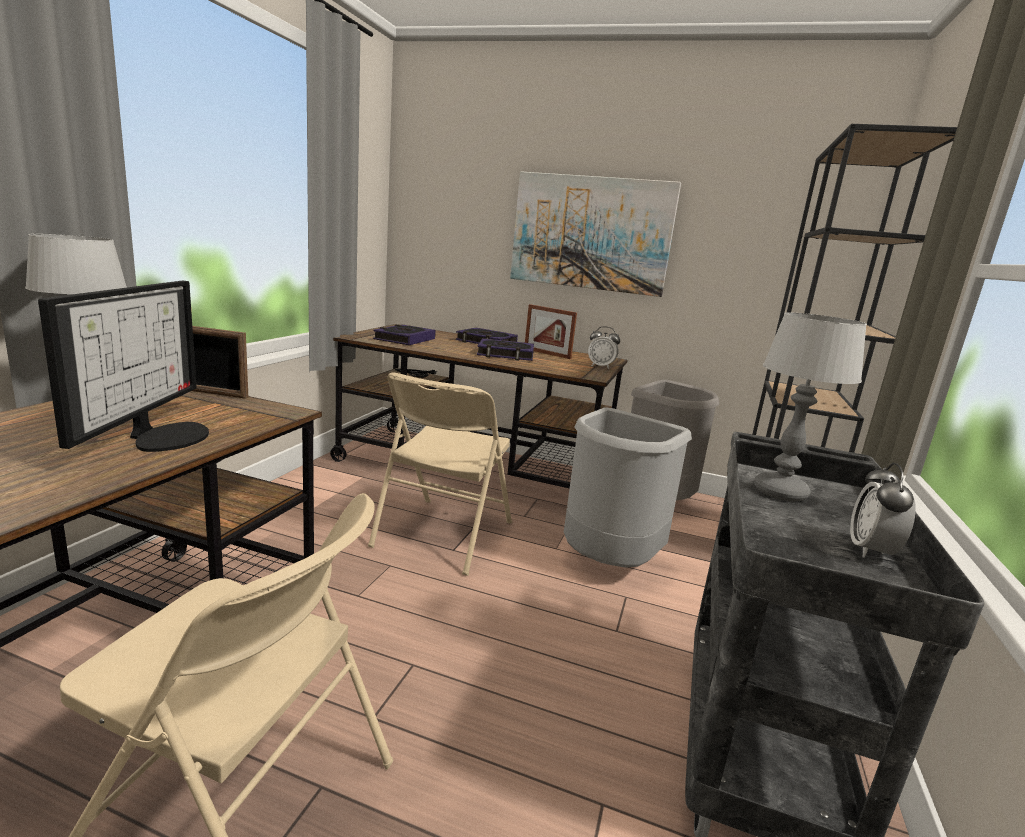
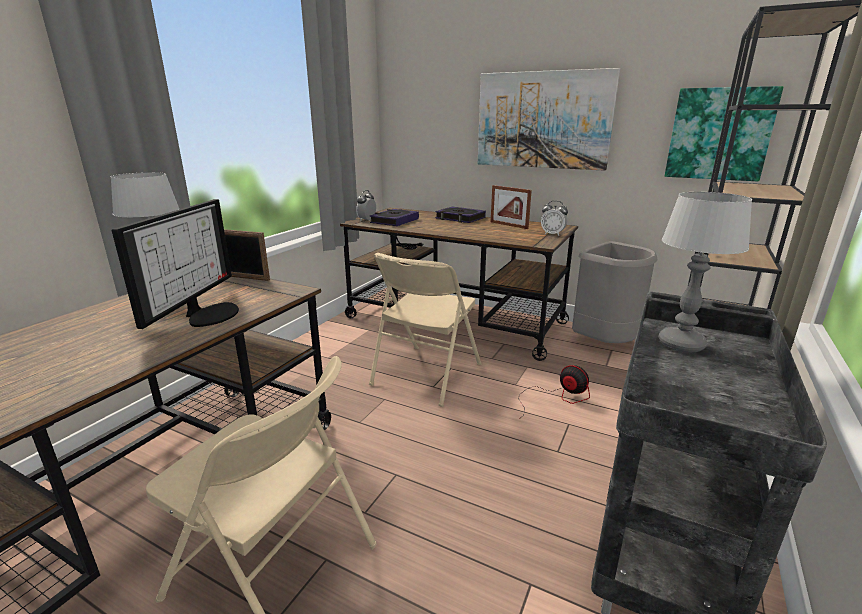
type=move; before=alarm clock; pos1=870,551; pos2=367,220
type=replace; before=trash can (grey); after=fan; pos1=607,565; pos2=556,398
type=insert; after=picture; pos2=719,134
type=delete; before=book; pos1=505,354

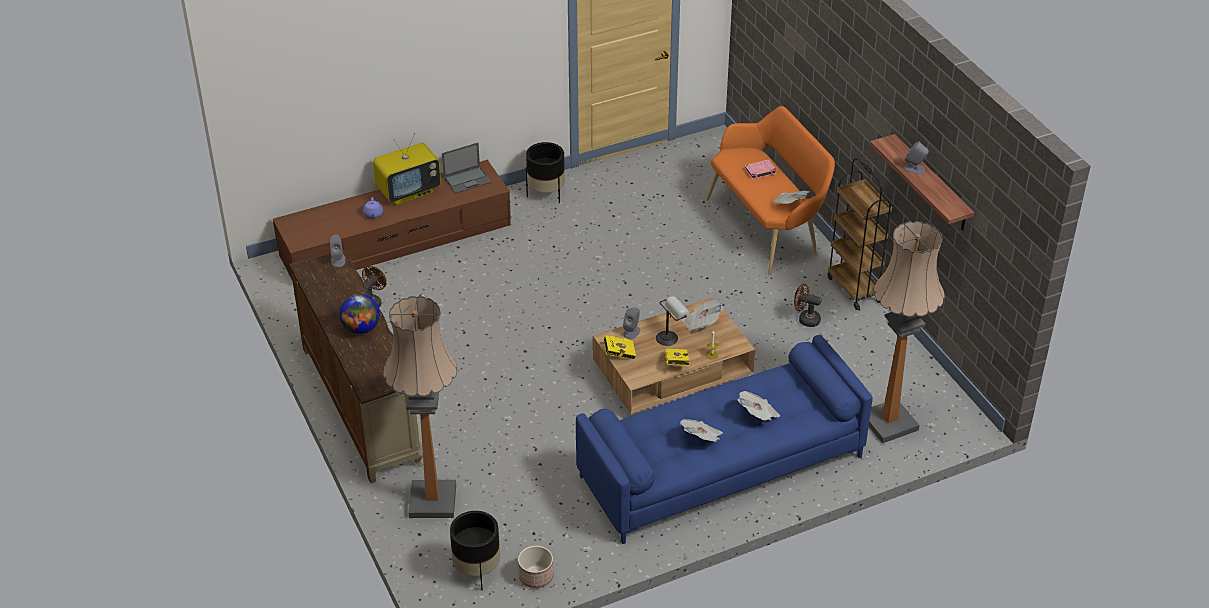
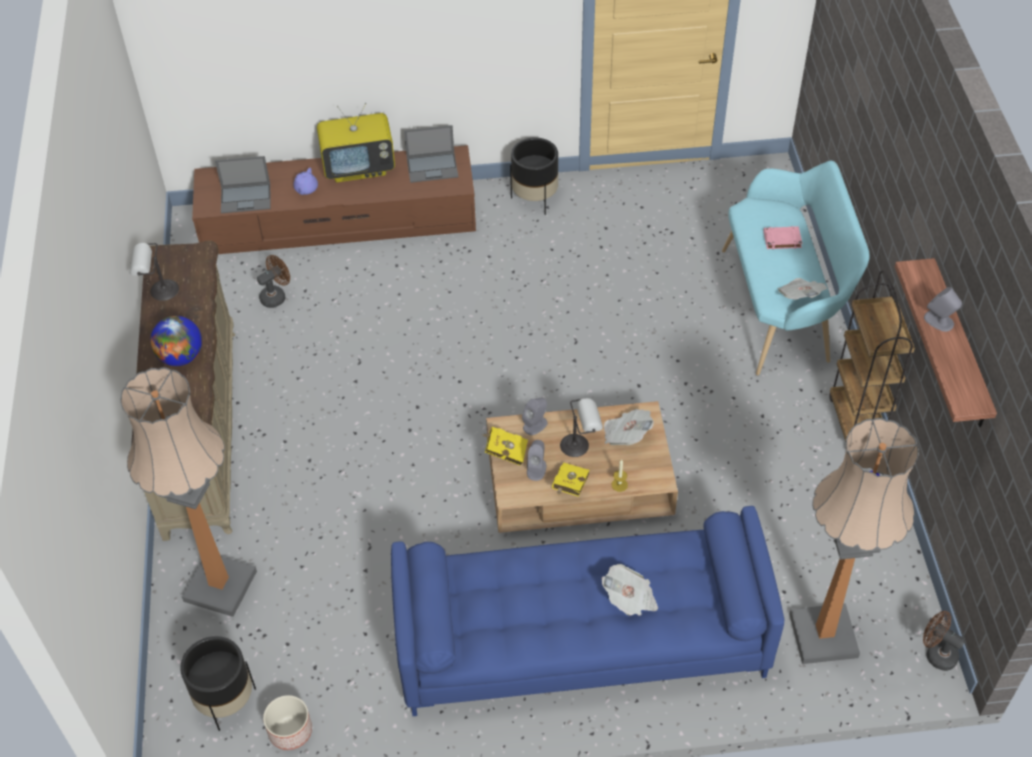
type=insert; after=table lamp; pos2=158,291
type=insert; after=laptop; pos2=246,198
type=move; before=speaker (grey); pos1=338,260; pos2=536,469
type=recolor; before=bench (orange); after=bench (turquoise); pos1=767,227; pos2=782,307
type=move; before=fan (brown); pos1=805,319; pos2=936,653
type=delete; before=newspaper; pos1=702,438

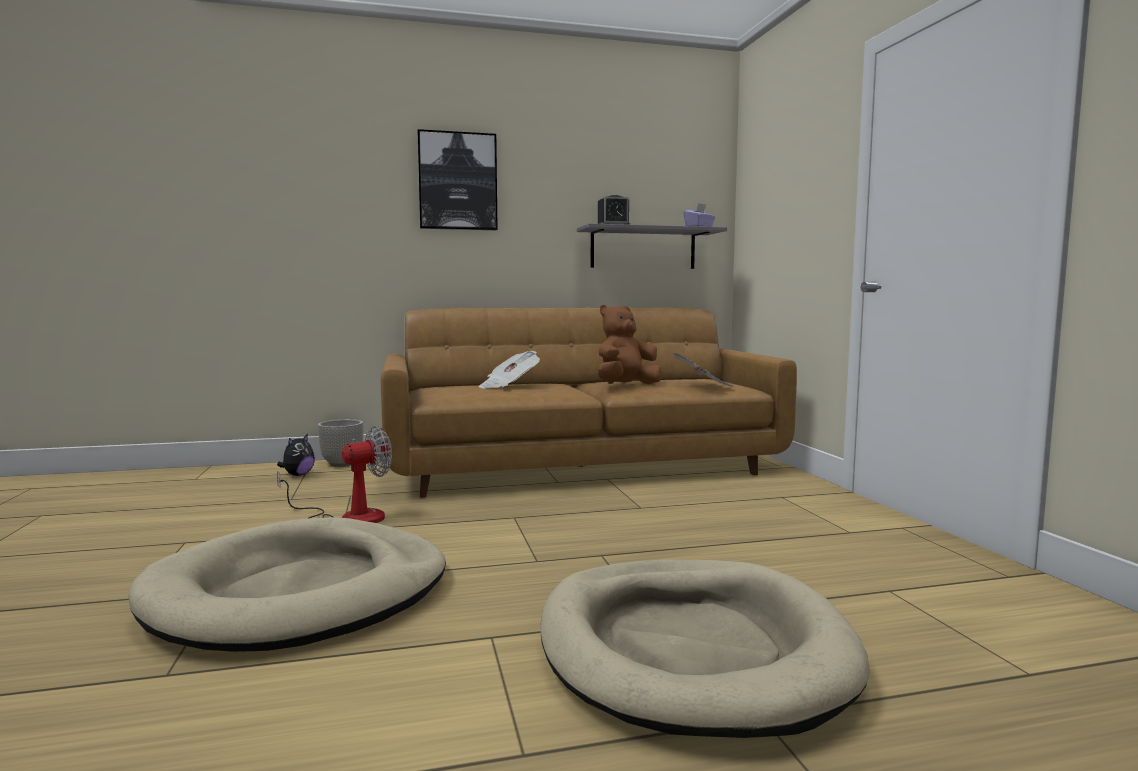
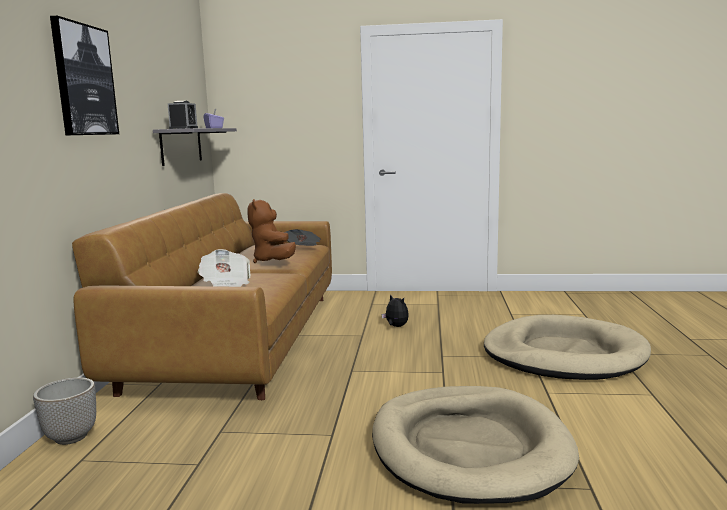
type=move; before=plush toy; pos1=298,475; pos2=396,326
type=delete; before=fan; pos1=349,517

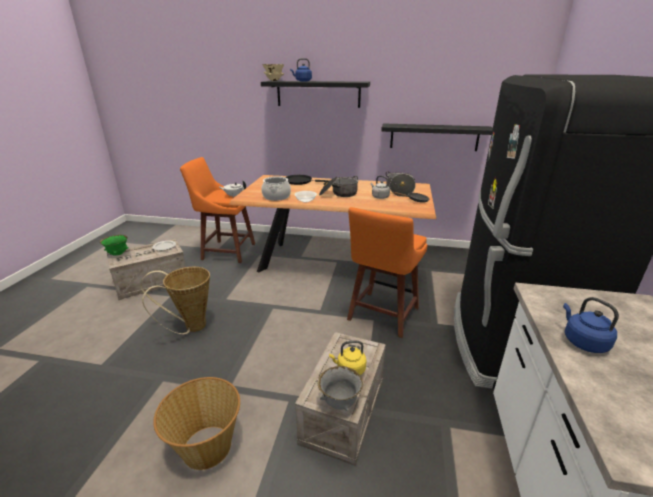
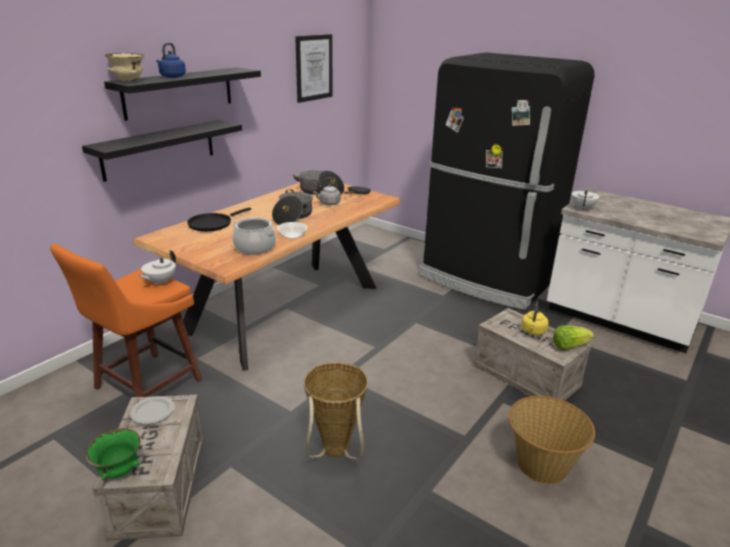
type=move; before=shelf (black); pos1=434,137; pos2=159,149
type=insert; after=picture; pos2=314,68
type=replace; before=bowl (grey); after=lettuce; pos1=339,402; pos2=569,346
type=insert; after=teapot (white); pos2=582,208
type=delete; before=stool (orange); pos1=382,315
type=delete; before=kettle (blue); pos1=583,341

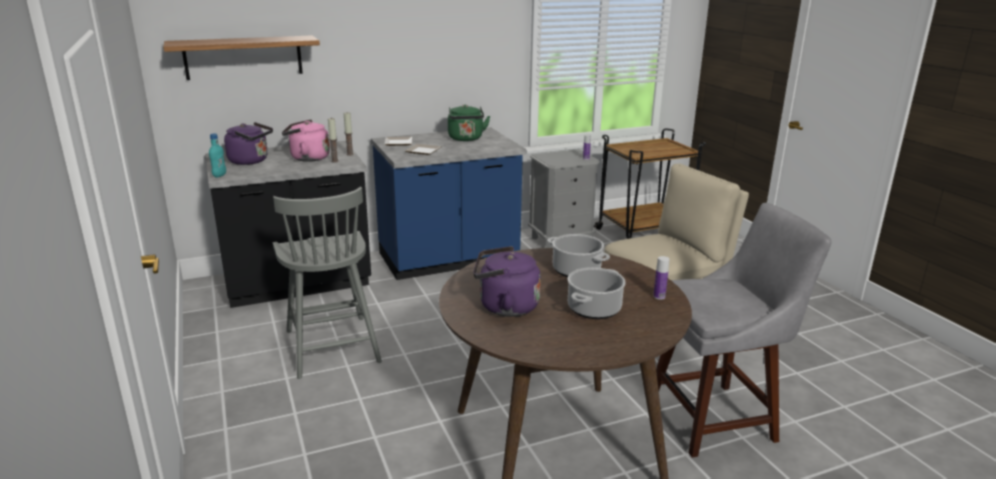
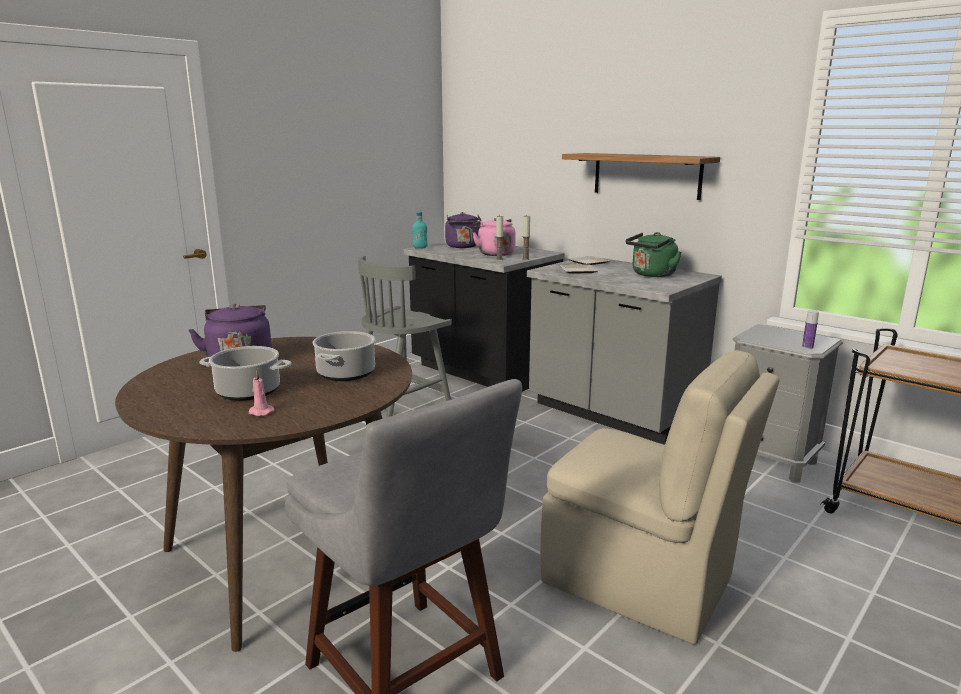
type=insert; after=candle (pink); pos2=260,412
type=recolor; before=counter (blue); after=counter (grey); pos1=449,259; pos2=613,413
type=move; before=shelf; pos1=243,57; pos2=646,175
type=delete; before=bottle; pos1=659,296

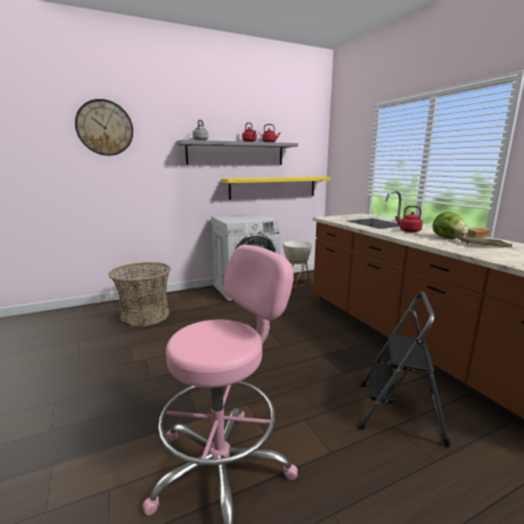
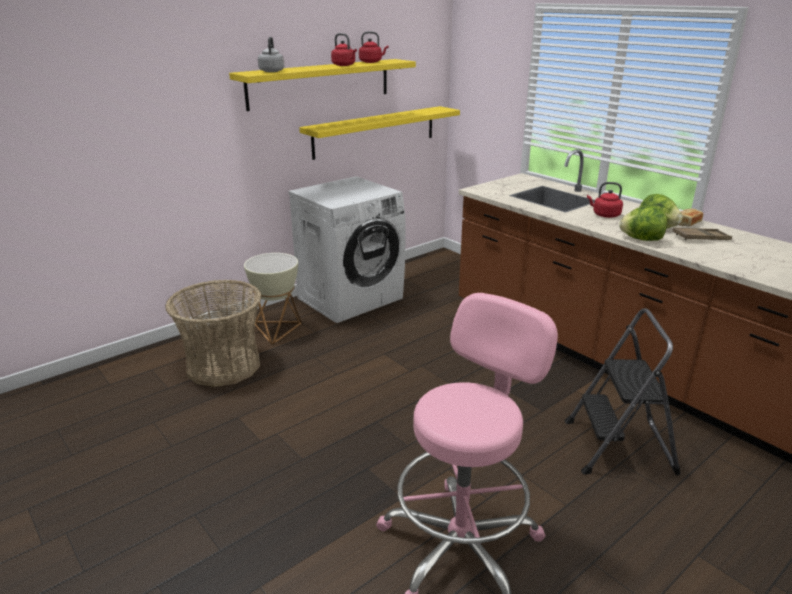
type=recolor; before=shelf (grey); after=shelf (yellow); pos1=236,153; pos2=320,83
type=move; before=planter; pos1=296,283; pos2=277,330
type=insert; after=lettuce; pos2=641,239
type=delete; before=wall clock; pos1=105,128

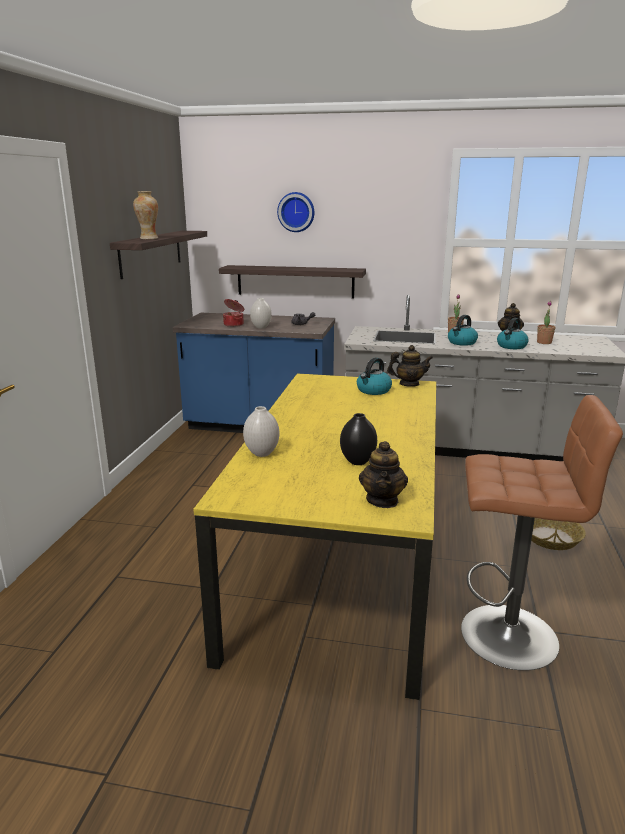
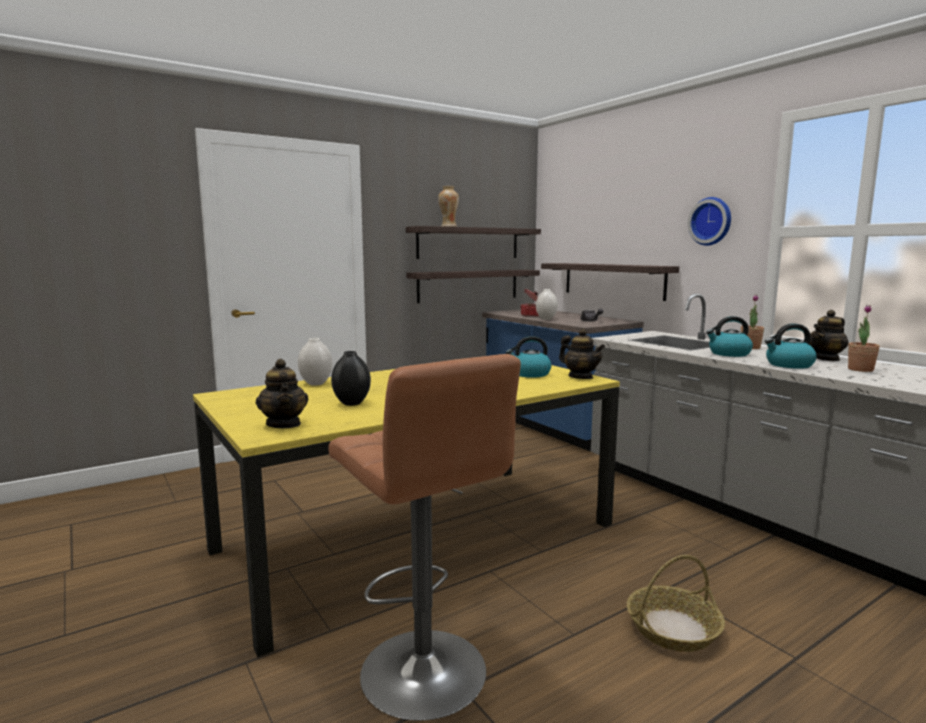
type=rotate; before=teapot; pos1=382,500; pos2=284,424; turn=-75
type=insert; after=shelf; pos2=468,285
type=move; before=wall clock; pos1=296,212; pos2=711,221

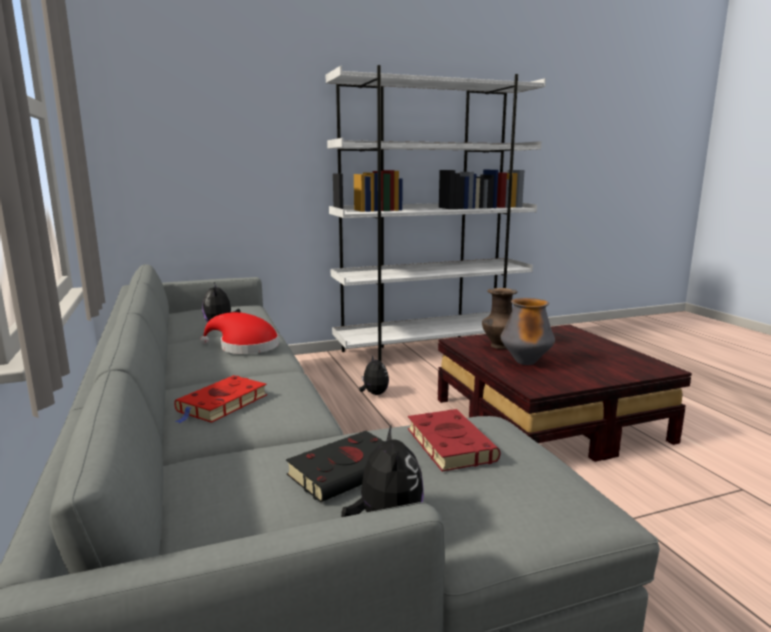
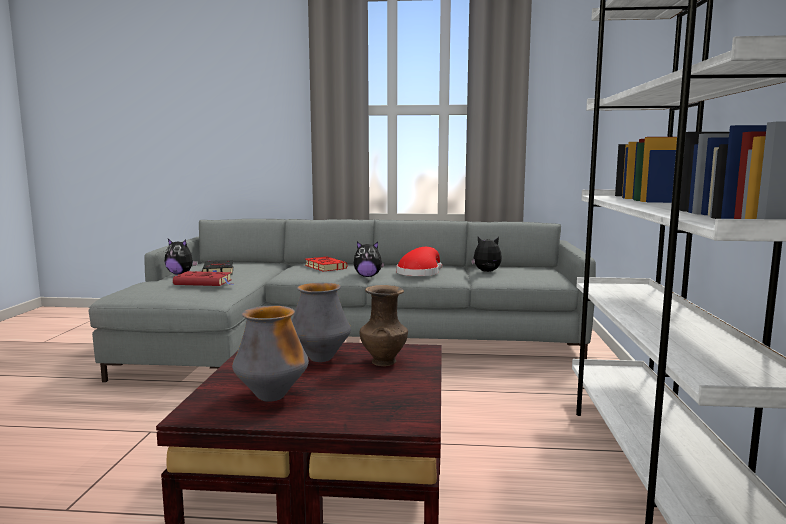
type=insert; after=vase; pos2=272,397
type=move; before=plush toy; pos1=374,394; pos2=368,276

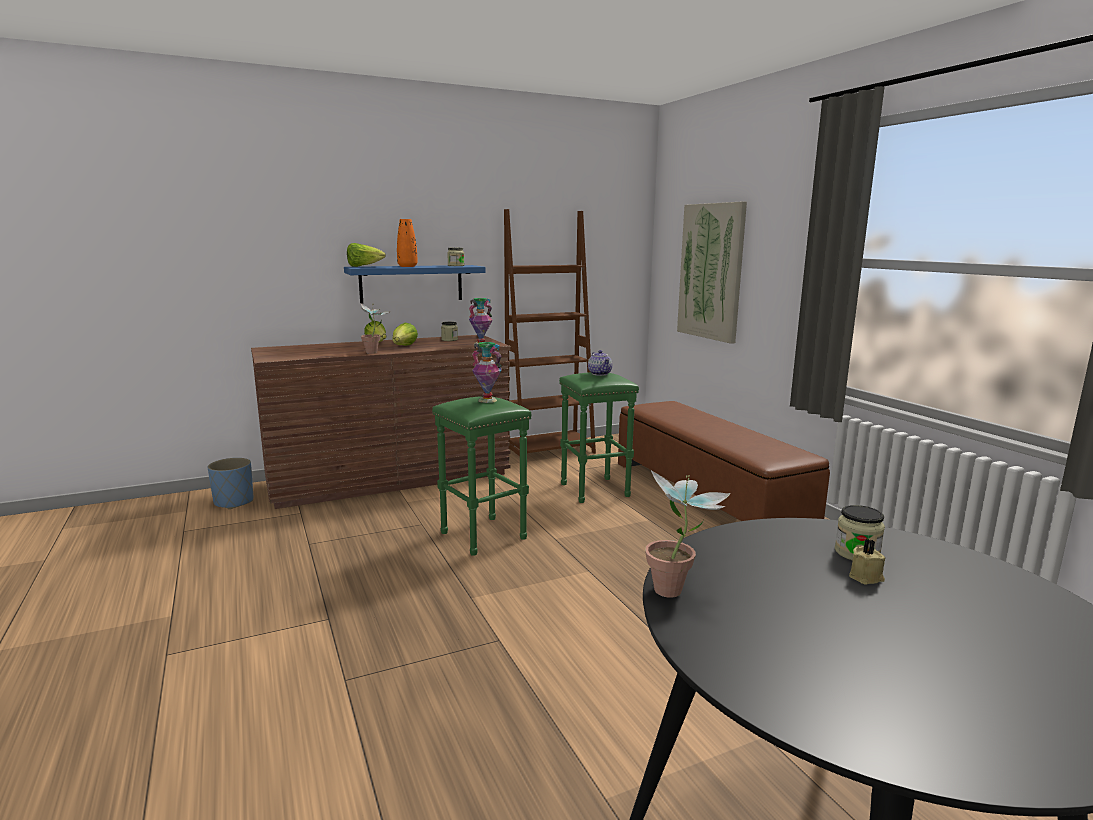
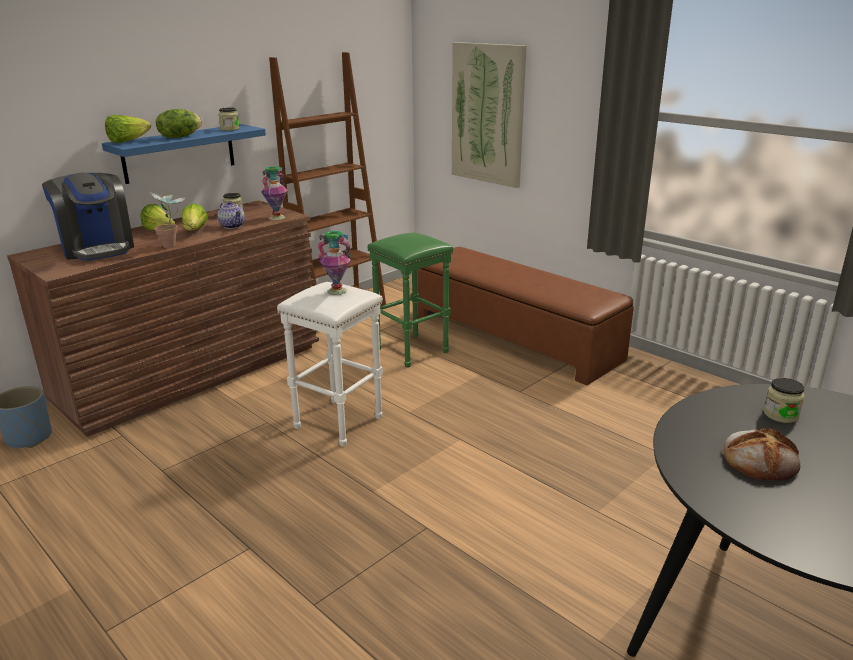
type=insert; after=coffee machine; pos2=97,248
type=replace; before=vase (orange); after=lettuce; pos1=407,266; pos2=180,137
type=move; before=teapot; pos1=600,374; pos2=233,226
type=recolor; before=stool (green); after=stool (white); pos1=484,534; pos2=338,421
type=insert; after=bread; pos2=760,459
type=delete; before=potted plant; pos1=678,593
type=delete; before=candle (beige); pos1=866,577

